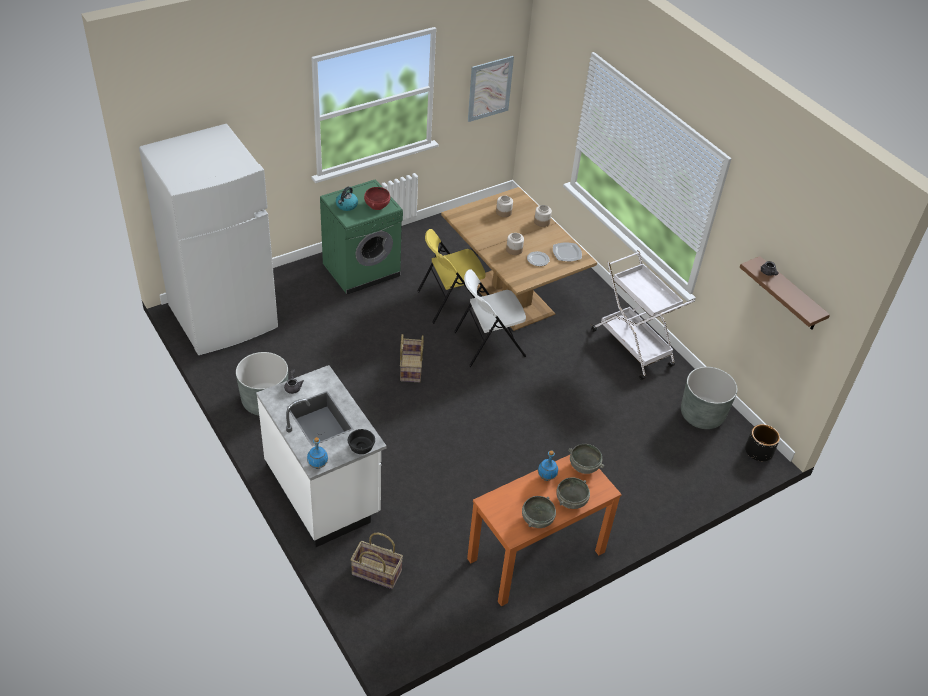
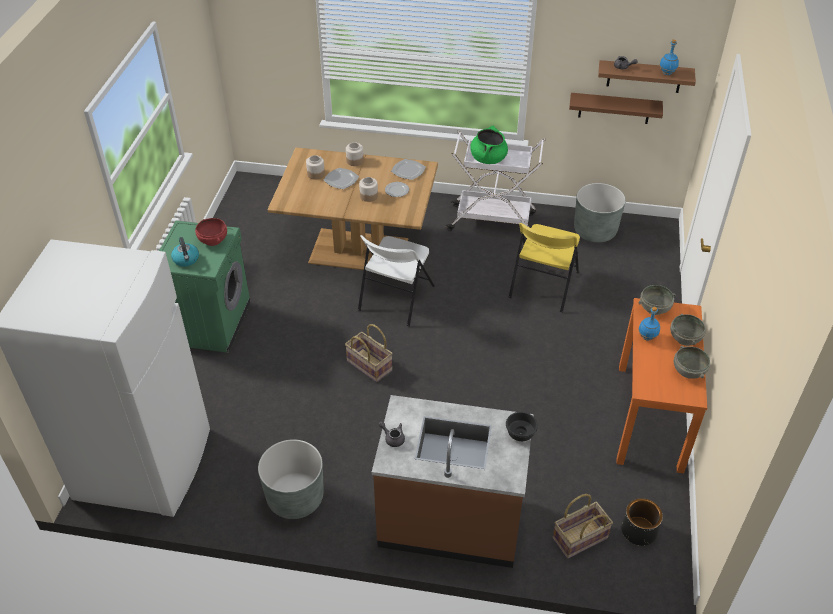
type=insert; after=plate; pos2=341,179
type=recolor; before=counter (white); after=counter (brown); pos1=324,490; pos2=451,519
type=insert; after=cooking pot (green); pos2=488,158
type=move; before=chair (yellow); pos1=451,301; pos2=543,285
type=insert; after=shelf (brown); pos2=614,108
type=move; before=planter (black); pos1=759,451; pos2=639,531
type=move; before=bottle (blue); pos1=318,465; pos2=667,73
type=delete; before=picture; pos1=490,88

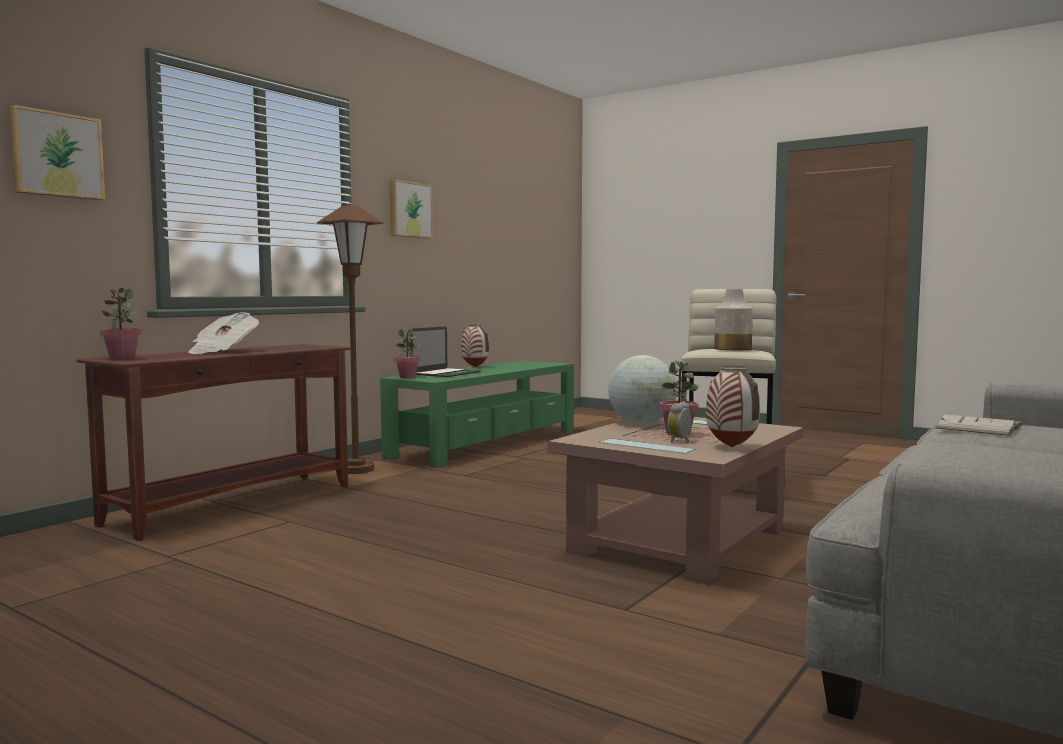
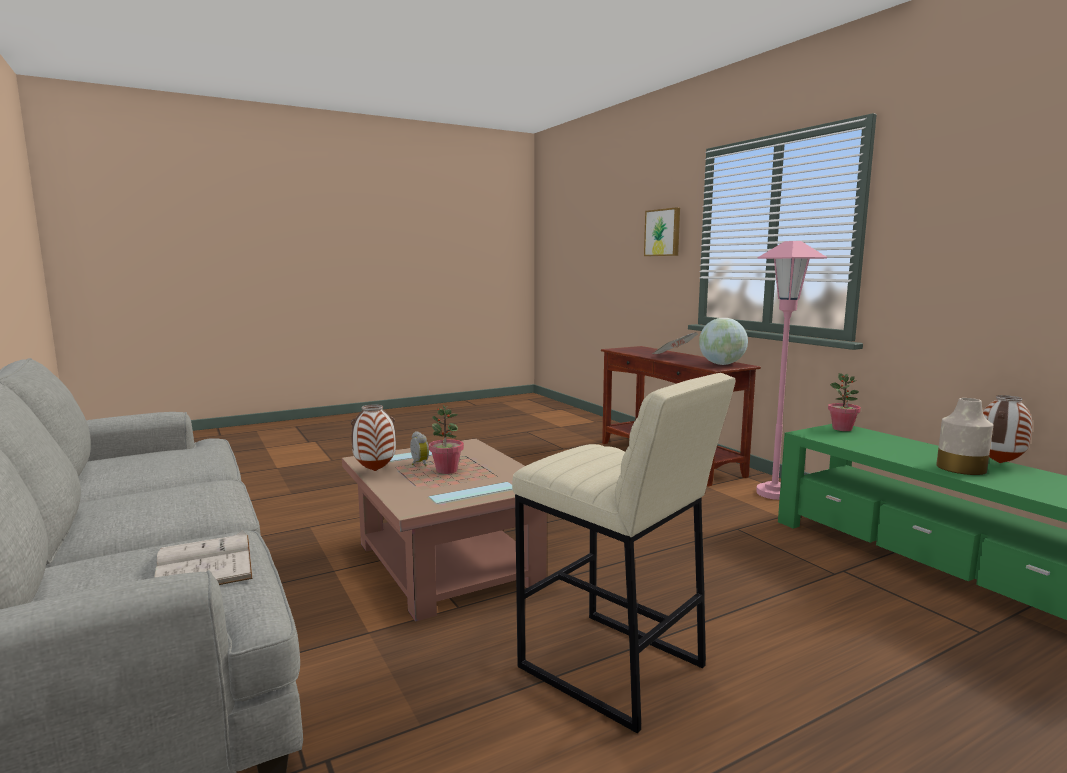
type=move; before=globe; pos1=641,423; pos2=721,364
type=recolor; before=floor lamp (brown); after=floor lamp (pink); pos1=355,469; pos2=774,493
type=move; before=vase (beige); pos1=732,349; pos2=961,468
type=delete; before=potted plant; pos1=122,358
type=delete; before=picture; pos1=409,210
type=delete; before=laptop; pos1=446,373

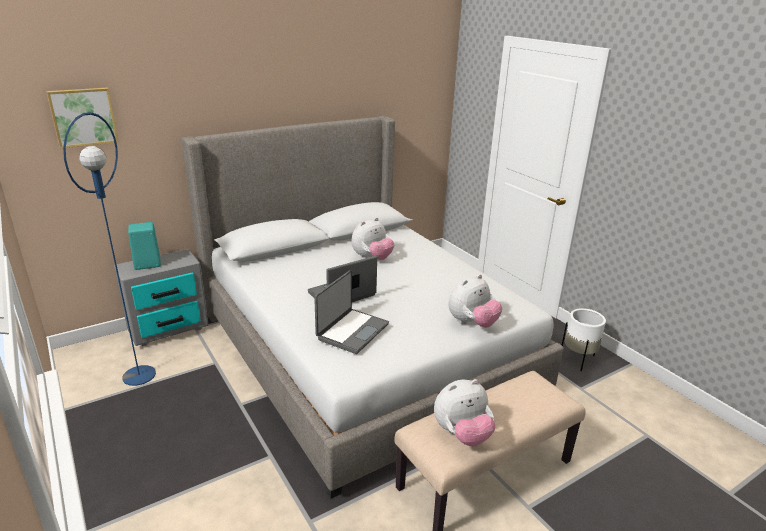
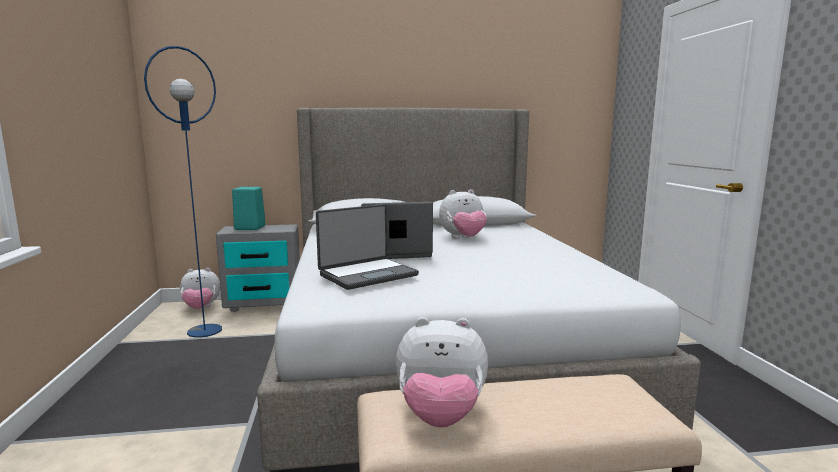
type=move; before=plush toy; pos1=472,323; pos2=201,308
type=delete; before=picture; pos1=83,117
type=delete; before=planter (white); pos1=578,359

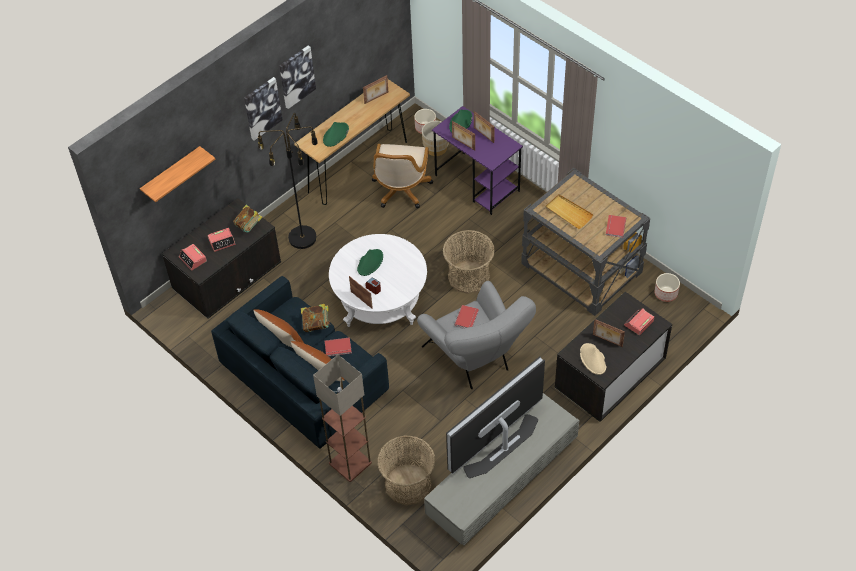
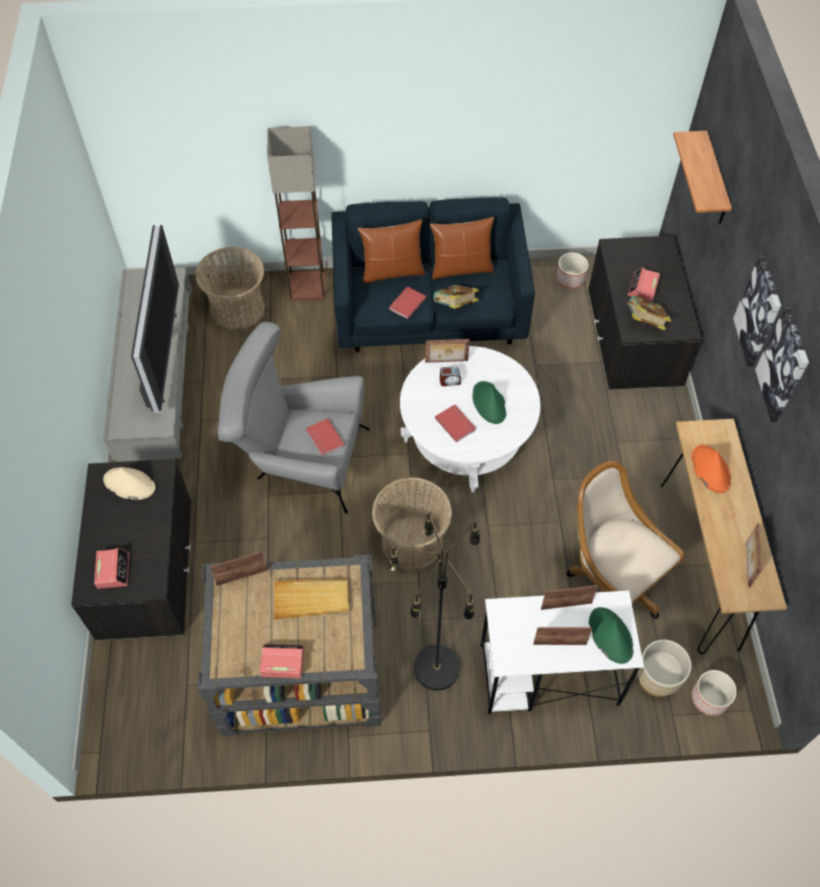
type=move; before=picture frame; pos1=607,341; pos2=242,576
type=move; before=alarm clock; pos1=193,259; pos2=282,662
type=move; before=floor lamp; pos1=302,238; pos2=435,667
type=move; before=book (red); pos1=614,227; pos2=456,423
type=recolor; before=desk (purple); after=desk (white); pos1=477,183; pos2=547,675
type=move; before=planter; pos1=665,293; pos2=570,278
type=recolor; before=hat (green); after=hat (orange); pos1=336,135; pos2=710,469

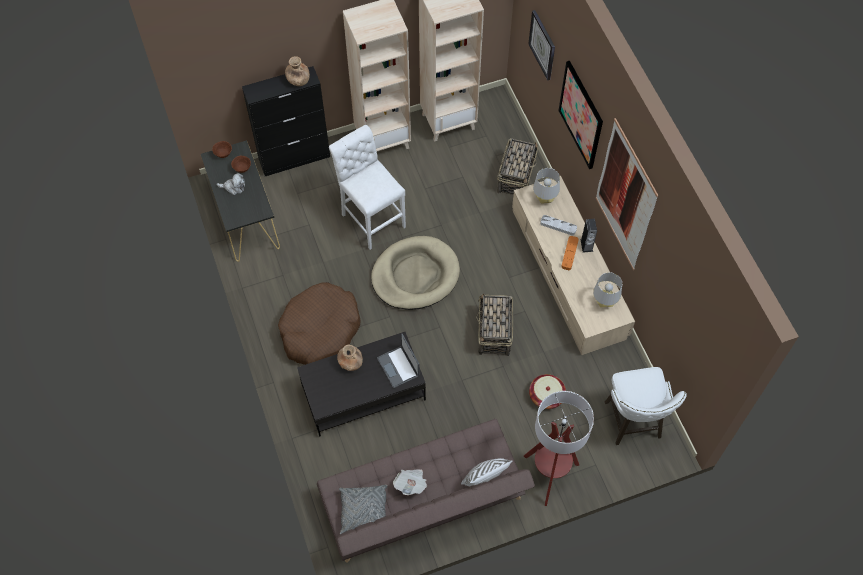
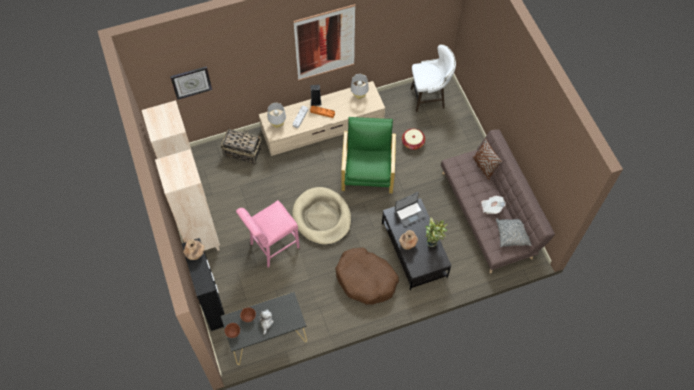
type=recolor; before=stool (white); after=stool (pink); pos1=371,218; pos2=272,246
type=replace; before=basket; after=armchair (green); pos1=494,333; pos2=368,170
type=insert; after=potted plant; pos2=432,242
type=recolor; before=pillow (white); after=pillow (brown); pos1=485,478; pos2=484,166
type=delete; before=floor lamp; pos1=549,475
type=delete; before=picture; pos1=581,115

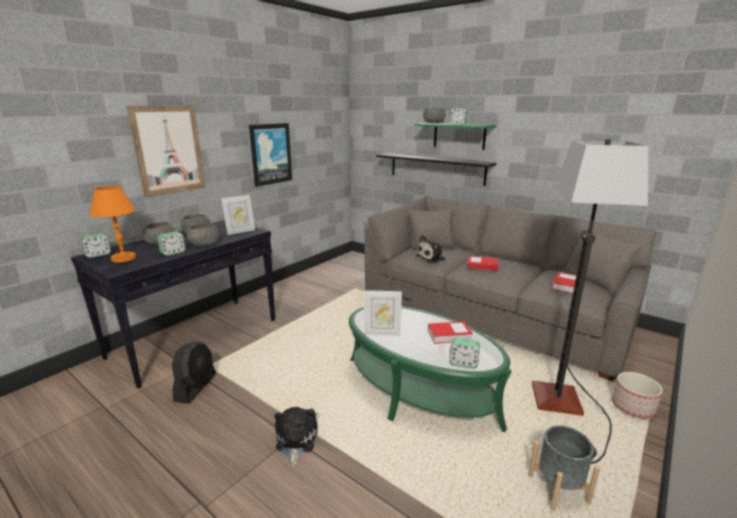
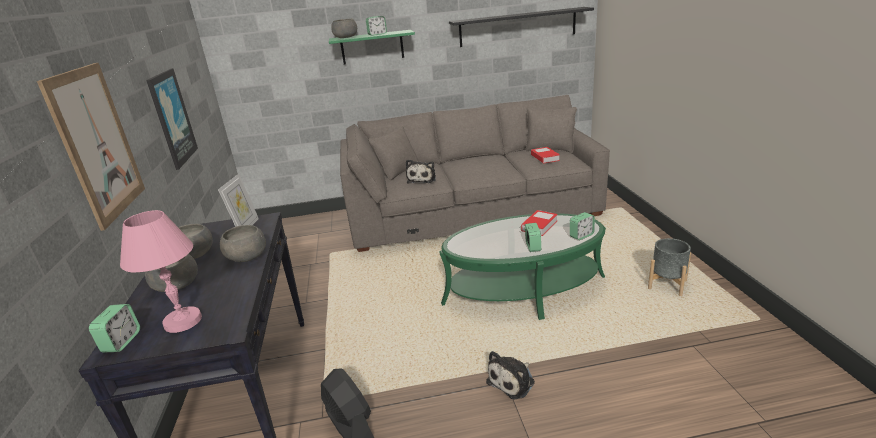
type=recolor; before=table lamp (orange); after=table lamp (pink); pos1=123,258; pos2=183,321
type=move; before=shelf (black); pos1=436,168; pos2=518,27
type=rotate; before=plush toy; pos1=295,441; pos2=513,381; turn=-90
type=move; before=alarm clock; pos1=173,252; pos2=533,247
type=delete; before=picture frame; pos1=382,333
type=delete; before=book; pos1=482,266
type=delete; before=floor lamp; pos1=564,410
type=delete; before=planter; pos1=633,407

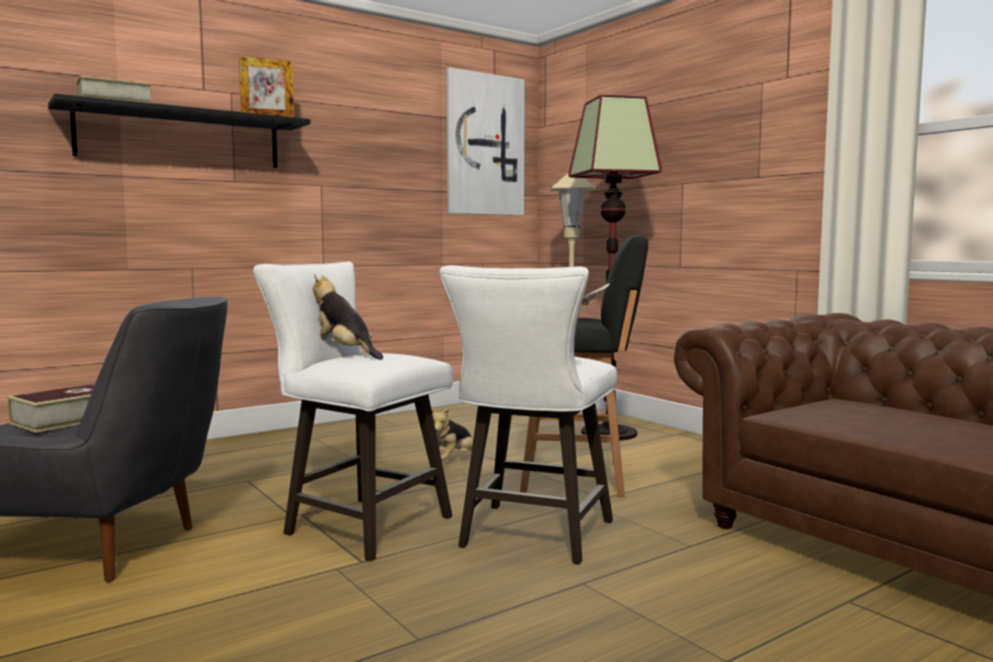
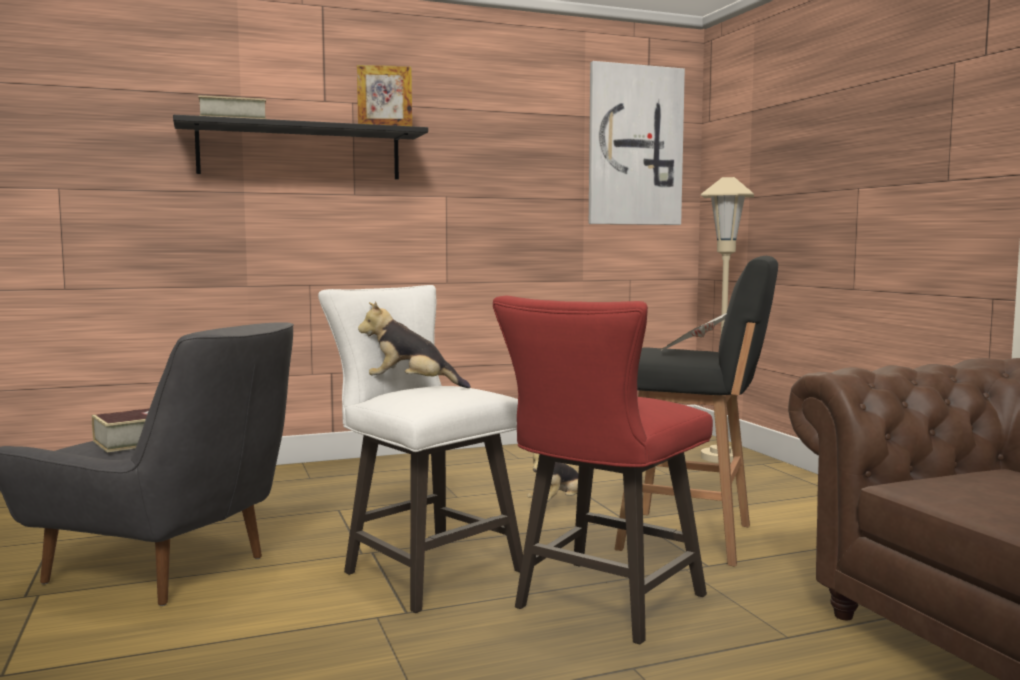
type=rotate; before=plush toy; pos1=345,354; pos2=412,386; turn=-45
type=recolor; before=stool (white); after=stool (red); pos1=531,537; pos2=601,605
type=delete; before=floor lamp; pos1=609,433

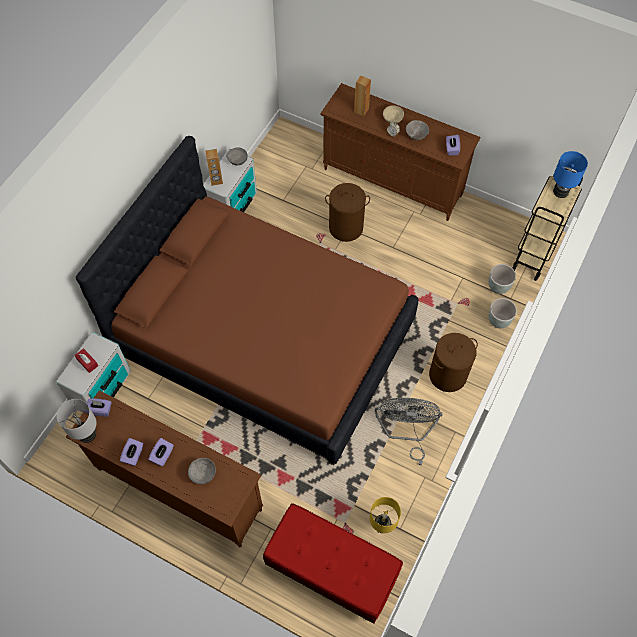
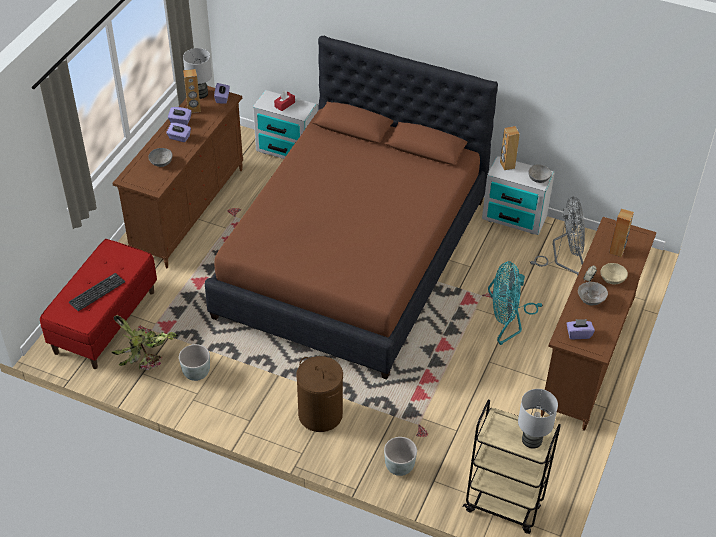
type=insert; after=keyboard; pos2=97,292
type=replace; before=table lamp (yellow); after=potted plant; pos1=382,525; pos2=147,358
type=move; before=planter (grey); pos1=498,286; pos2=196,373
type=insert; after=speaker (brown); pos2=194,109
type=replace; before=laundry basket (brown); after=fan (turquoise); pos1=346,227; pos2=508,317
type=recolor; before=table lamp (blue); after=table lamp (grey); pos1=560,191; pos2=532,440
type=move; before=fan (grey); pos1=408,431; pos2=563,254

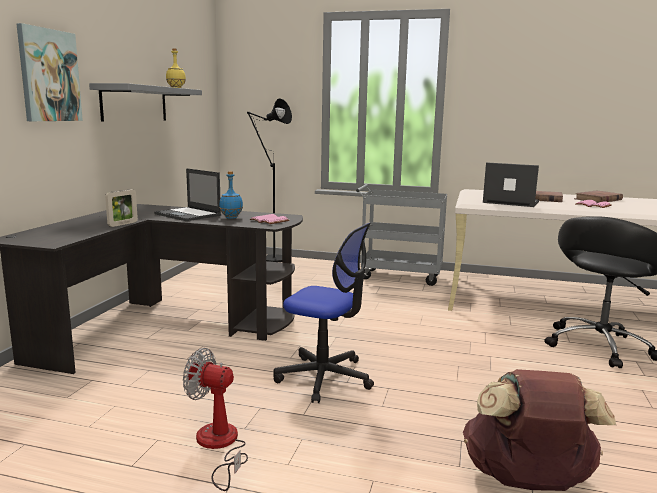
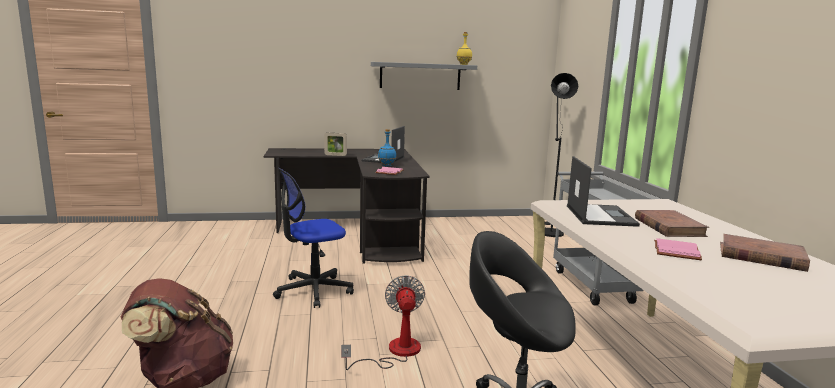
type=rotate; before=office chair; pos1=324,378; pos2=313,290; turn=60
type=move; before=fan; pos1=219,445; pos2=395,352
type=delete; before=picture; pos1=49,75

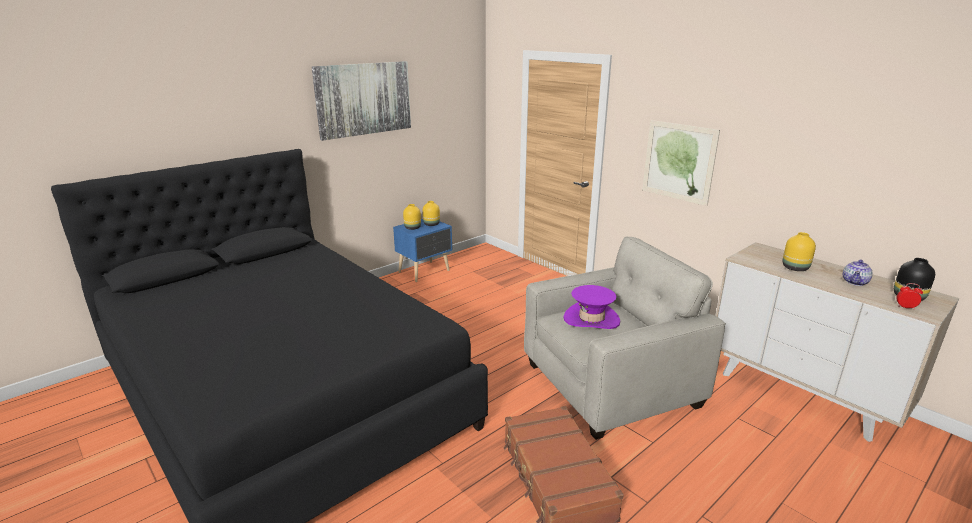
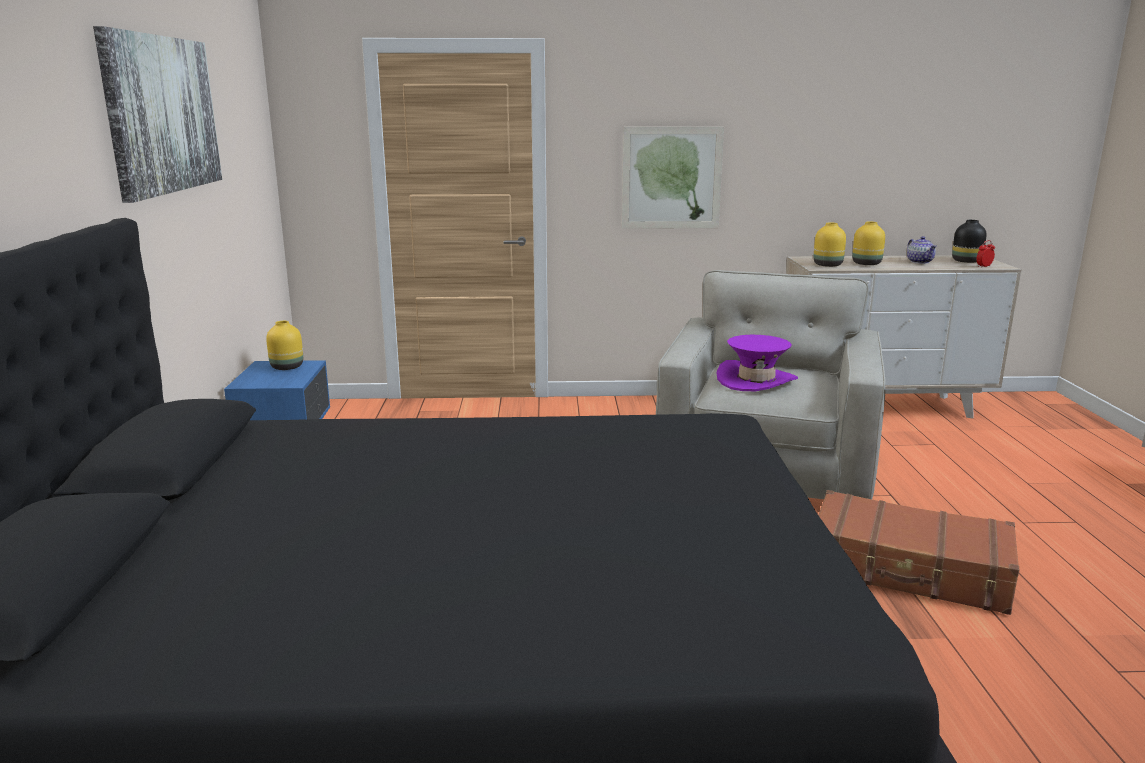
type=move; before=vase (yellow); pos1=412,227; pos2=827,265

